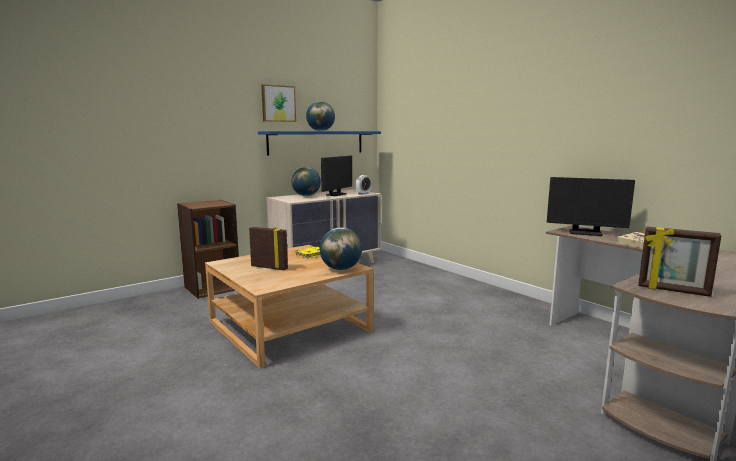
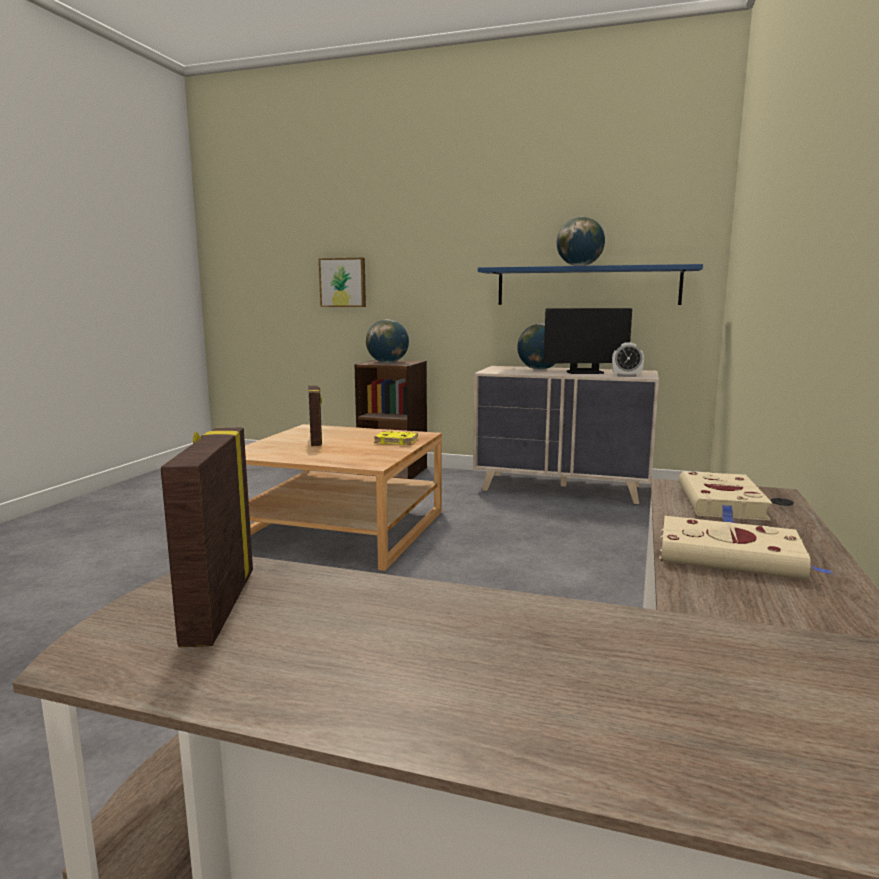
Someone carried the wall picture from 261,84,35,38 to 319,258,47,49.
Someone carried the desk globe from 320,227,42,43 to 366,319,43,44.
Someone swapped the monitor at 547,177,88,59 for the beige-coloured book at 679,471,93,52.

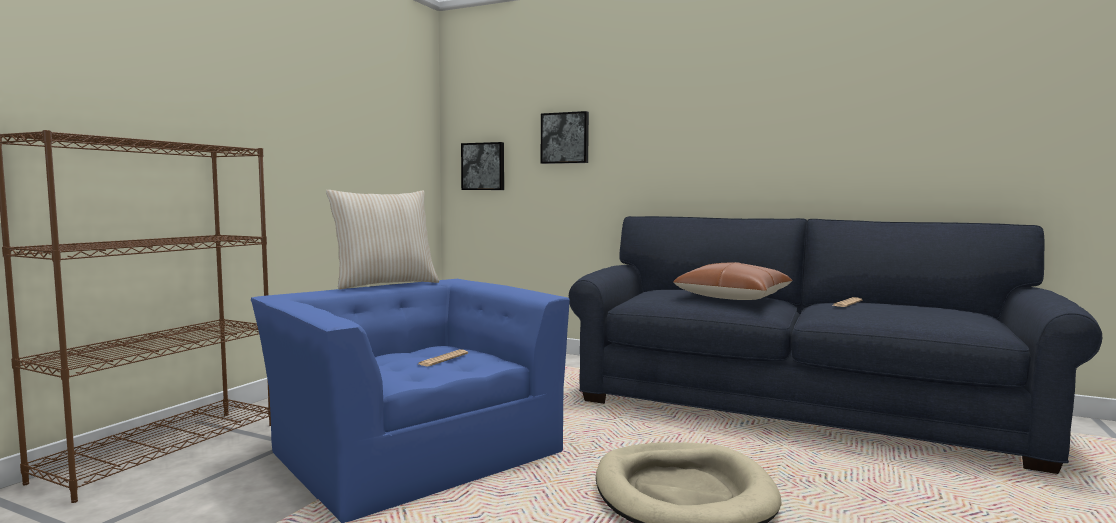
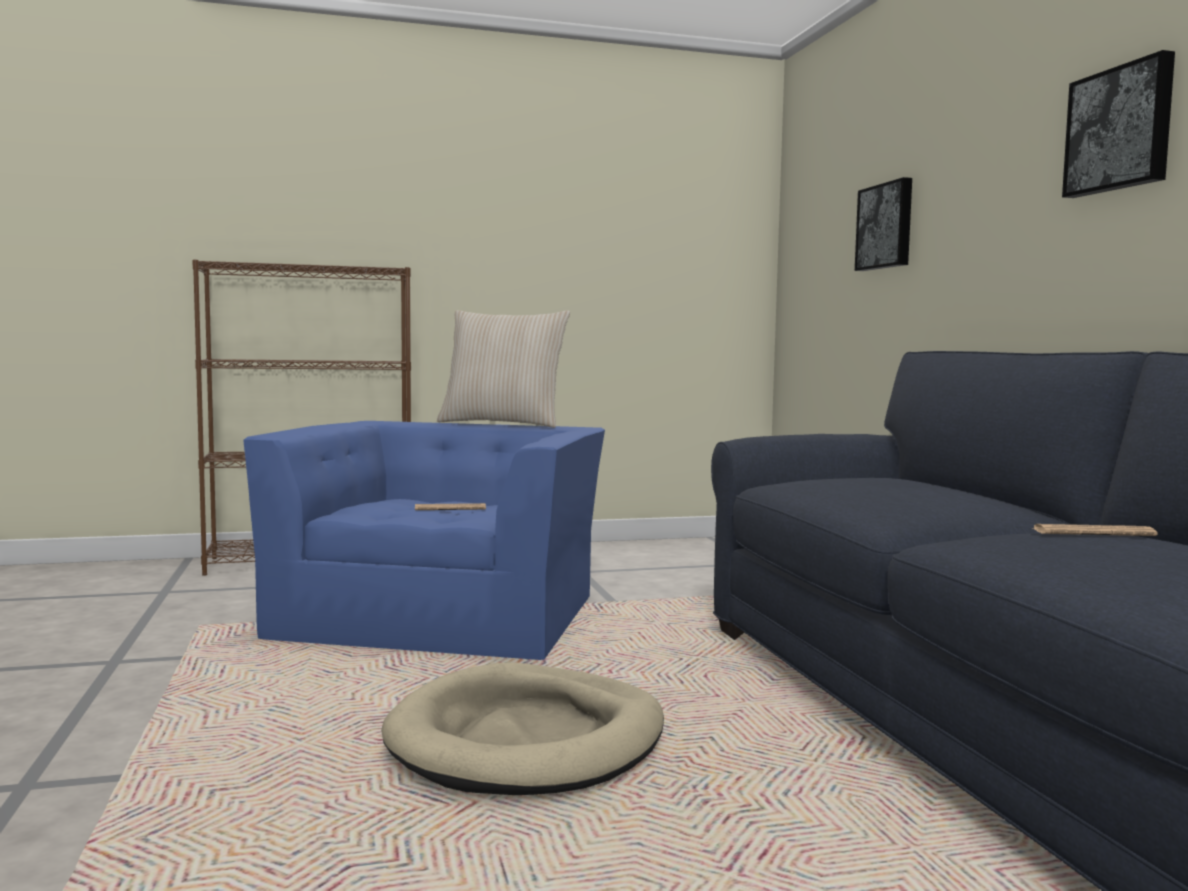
Someone carried the wall picture from 461,142,43,48 to 1062,50,113,148.
Someone took away the brown-coloured throw pillow at 673,262,120,38.

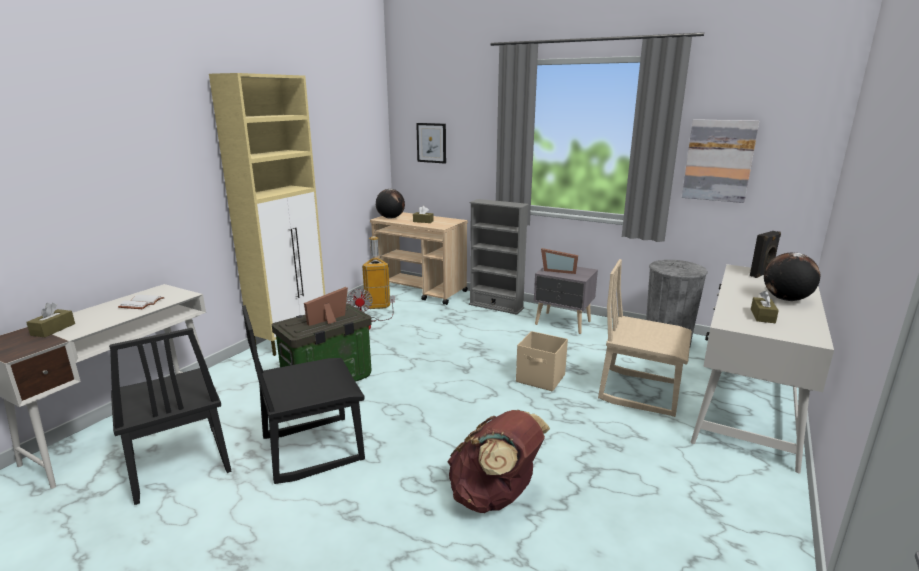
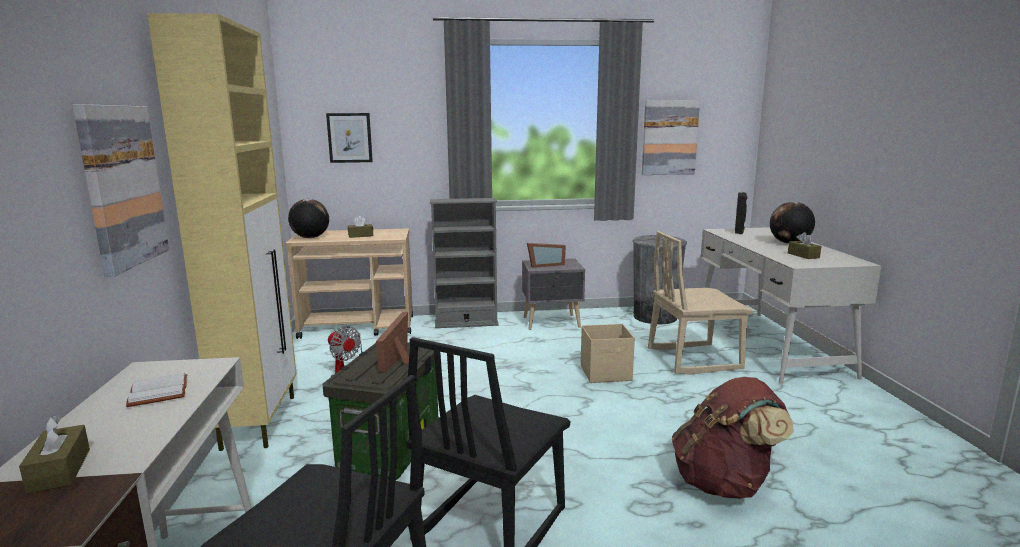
Someone took away the trash can at 362,236,28,73.
Someone put up the wall picture at 72,104,97,173.

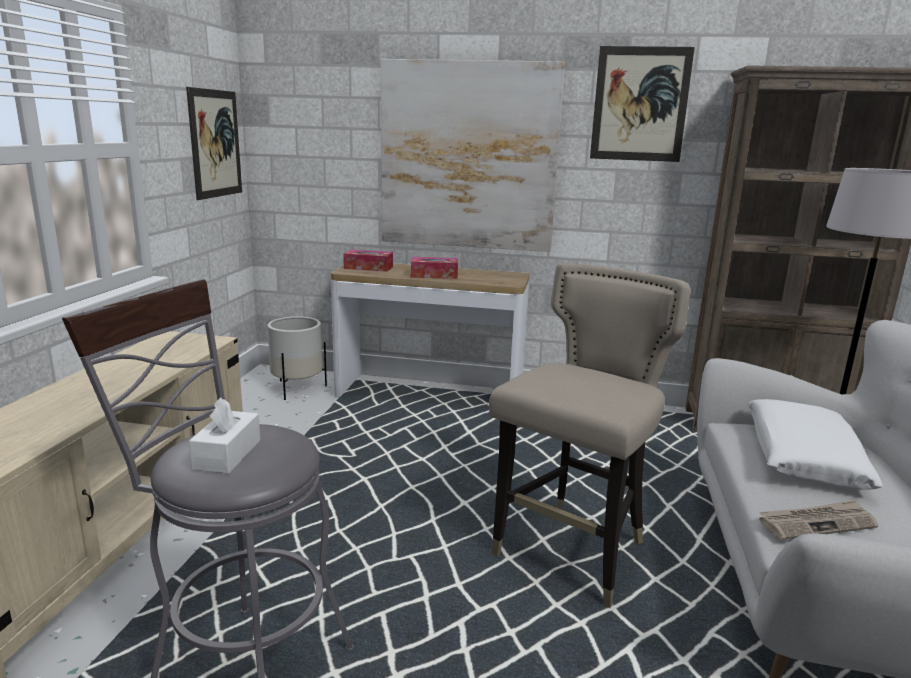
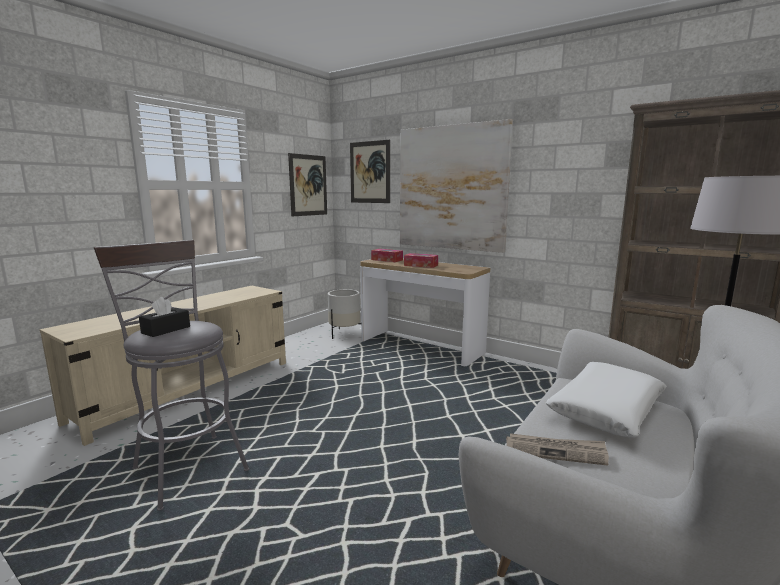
Someone repainted the whitish tissue holder at 189,397,71,77, which became the black-coloured tissue holder at 139,297,51,40.
Someone took away the beige-coloured sitting stool at 489,263,202,345.
Someone carried the wall picture from 590,46,105,116 to 350,140,40,63.

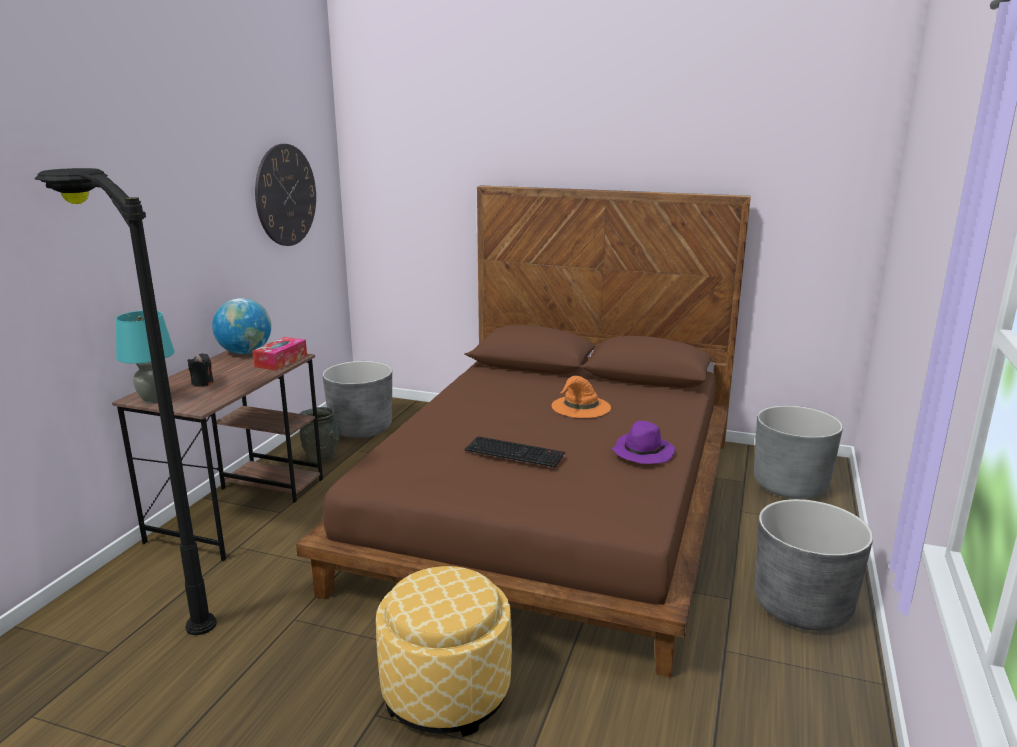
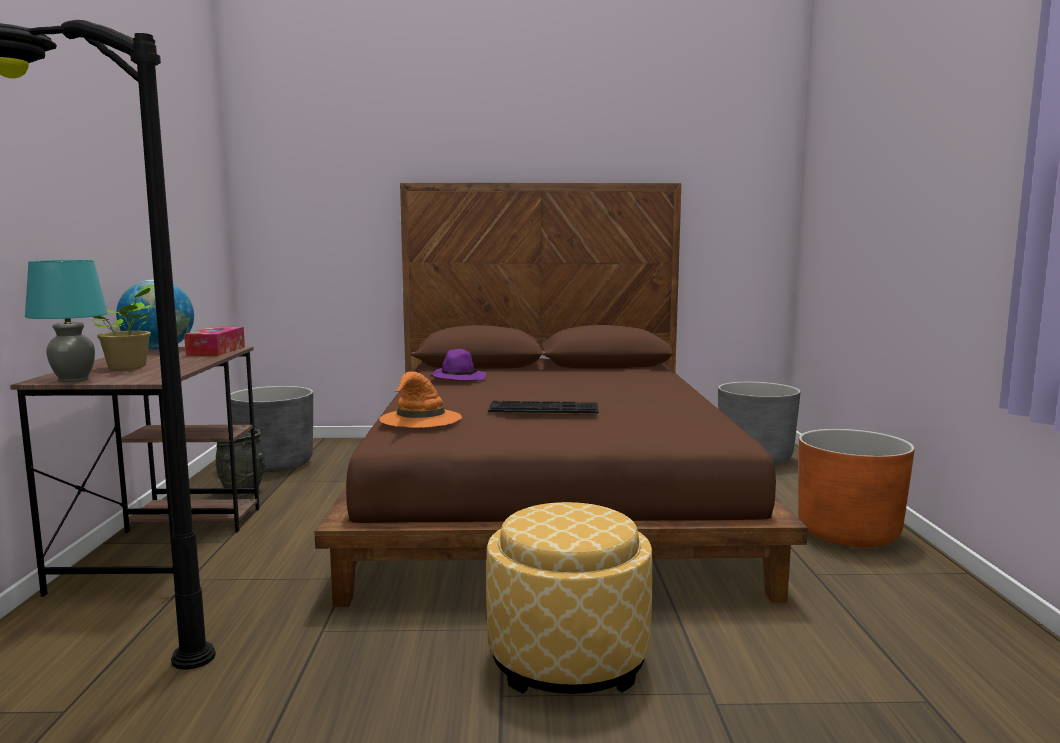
Someone swapped the black-coloured wax candle at 188,353,26,34 for the plant in a pot at 90,285,64,85.
Someone took away the hanging clock at 255,144,61,102.
Someone carried the orange-coloured wearable hat from 552,376,59,42 to 379,371,83,57.
Someone carried the purple-coloured wearable hat from 612,421,63,43 to 430,349,56,32.
Someone repainted the gray flower pot at 754,499,119,132, which became the orange-coloured flower pot at 798,429,117,118.

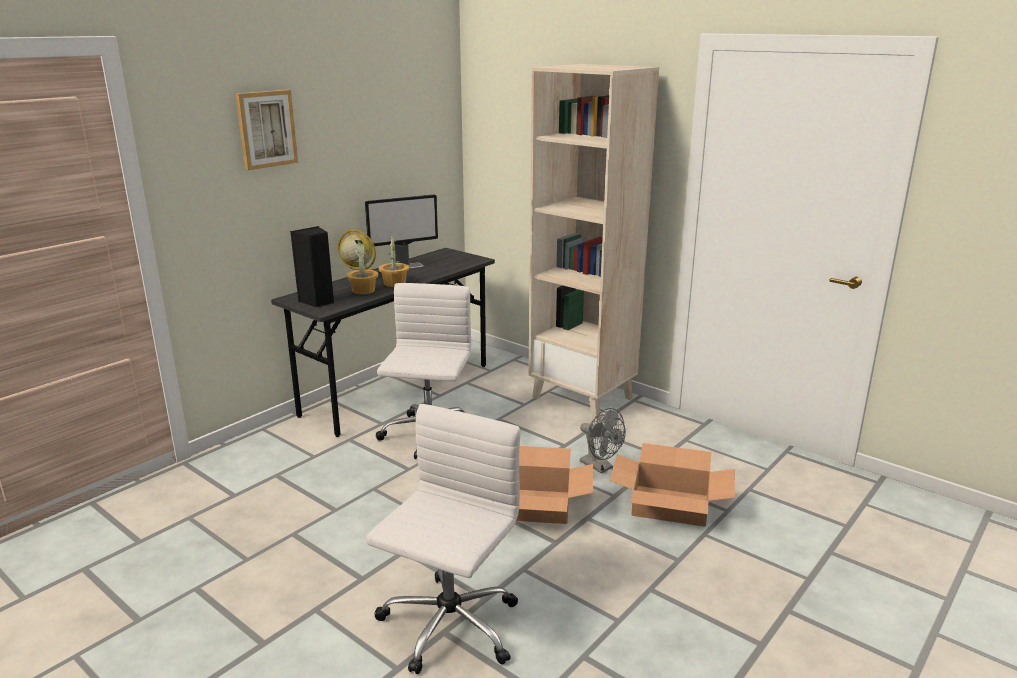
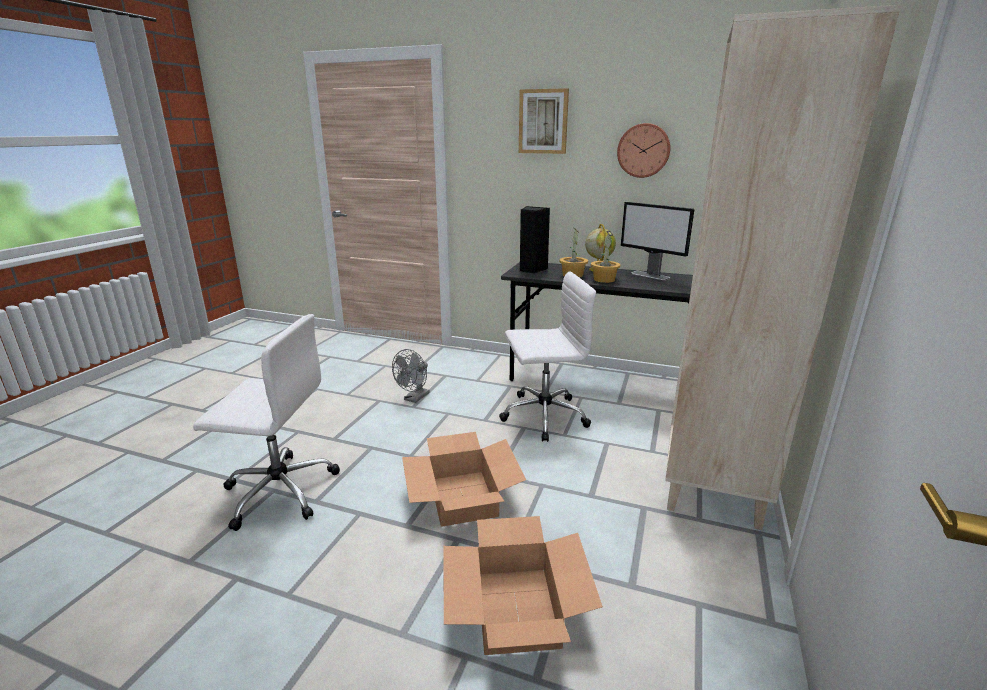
Someone carried the gray fan from 580,408,46,65 to 392,349,38,54.
Someone put up the hanging clock at 617,123,54,55.

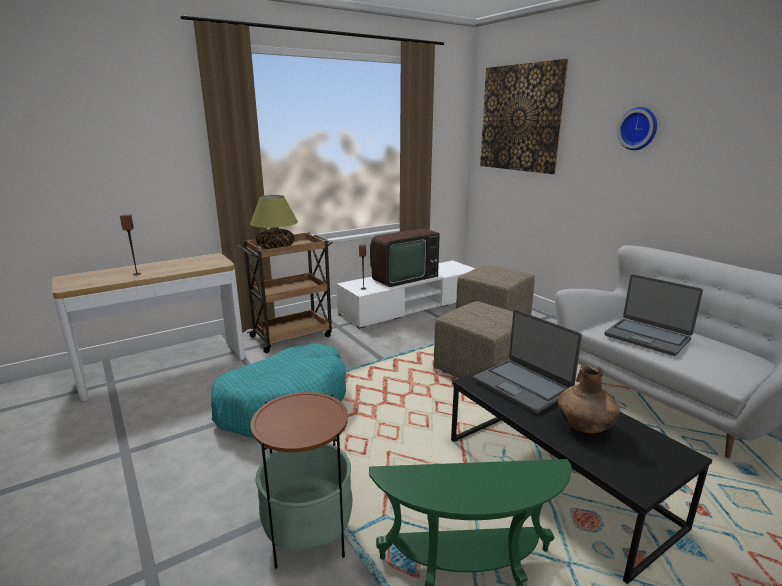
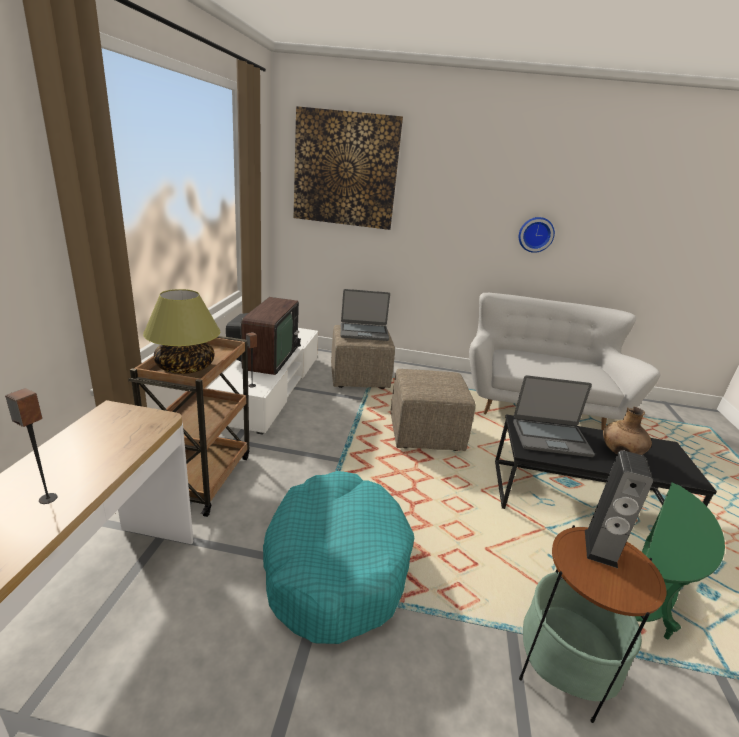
Someone carried the laptop from 604,274,99,82 to 341,289,49,52.
Someone carried the hanging clock from 617,107,40,43 to 519,217,36,36.
Someone put down the audio speaker at 585,450,68,118.

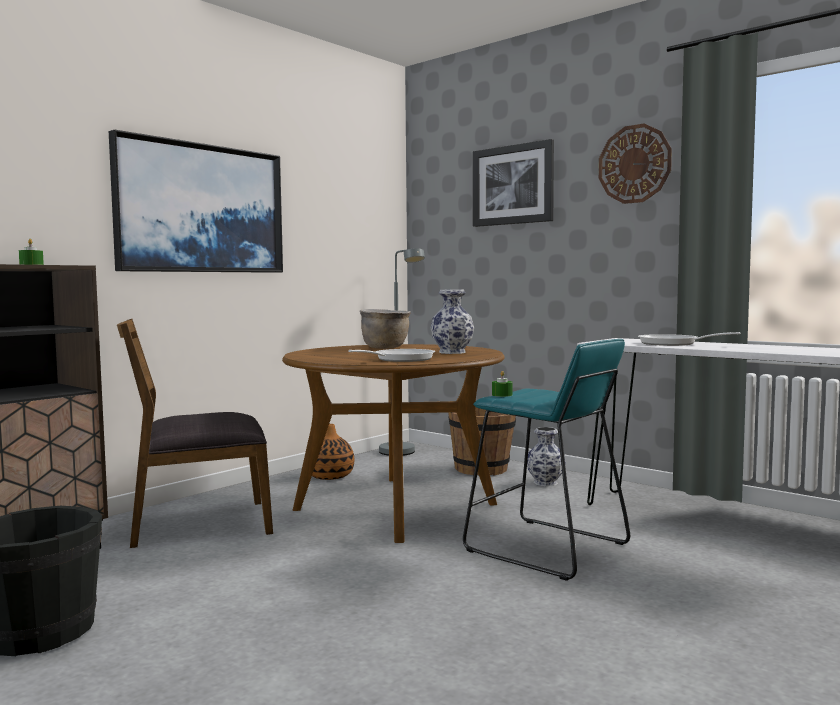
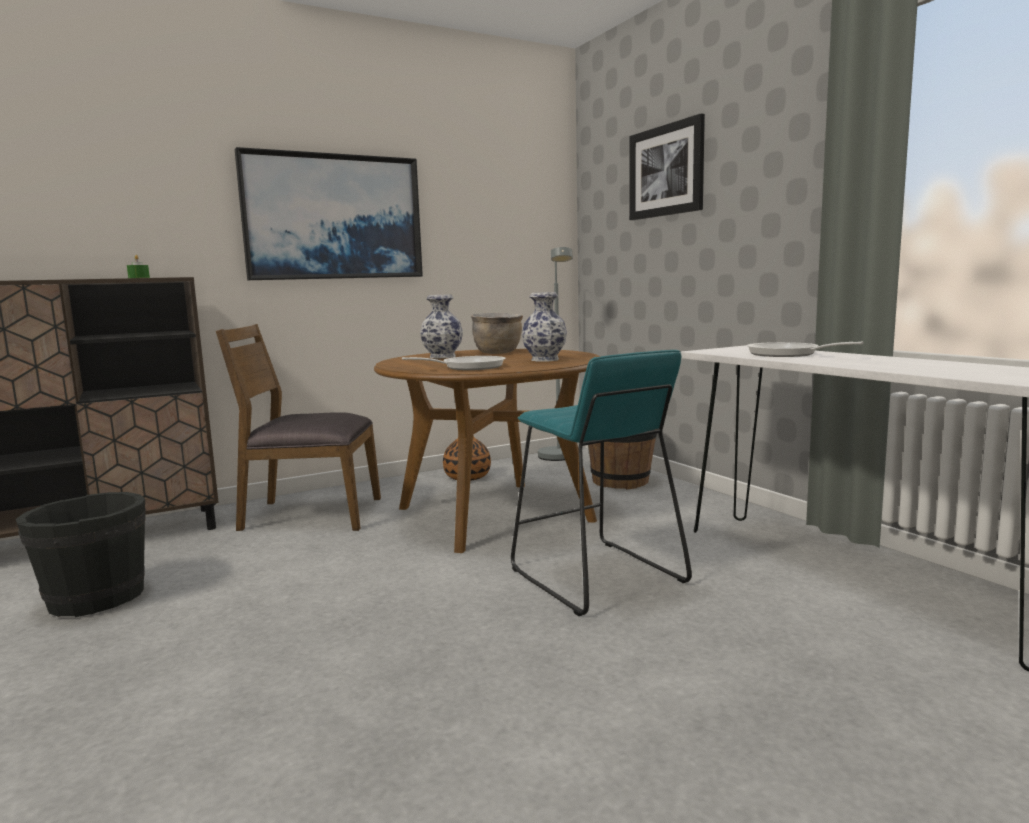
Someone took away the greenish wax candle at 492,371,21,26.
Someone carried the decorative vase from 527,427,39,60 to 420,295,43,63.
Someone took away the hanging clock at 599,124,73,80.

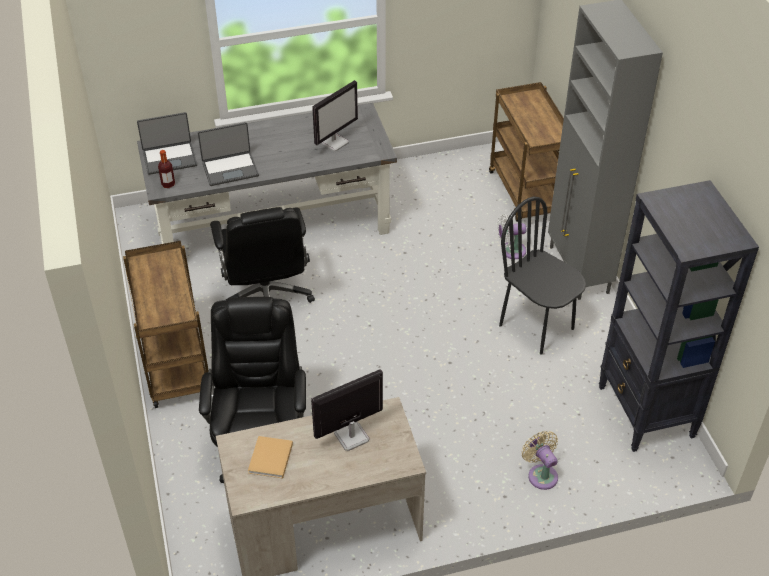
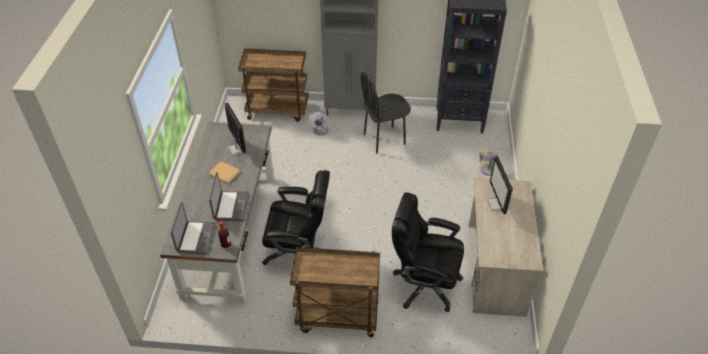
Someone carried the beige-coloured book from 248,436,45,43 to 208,161,32,23.

